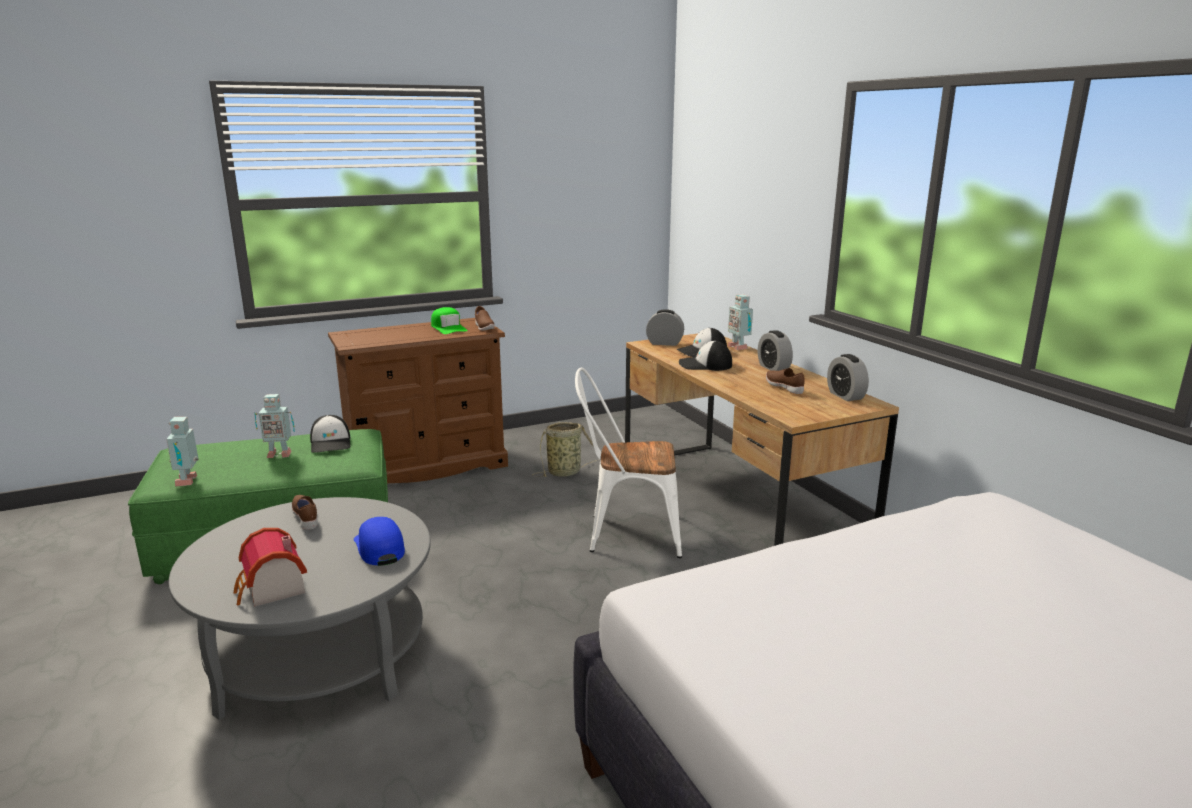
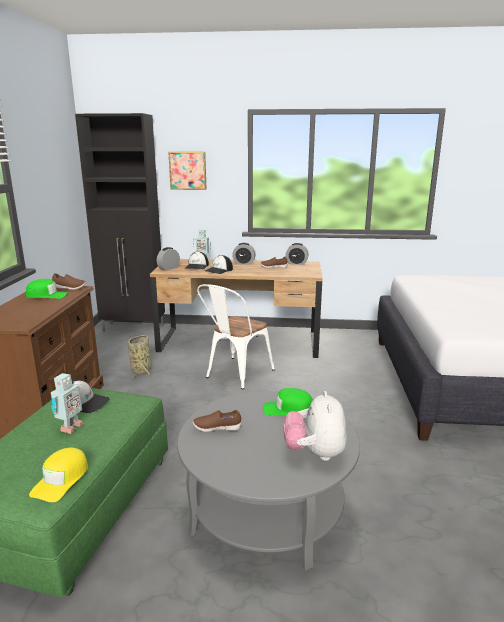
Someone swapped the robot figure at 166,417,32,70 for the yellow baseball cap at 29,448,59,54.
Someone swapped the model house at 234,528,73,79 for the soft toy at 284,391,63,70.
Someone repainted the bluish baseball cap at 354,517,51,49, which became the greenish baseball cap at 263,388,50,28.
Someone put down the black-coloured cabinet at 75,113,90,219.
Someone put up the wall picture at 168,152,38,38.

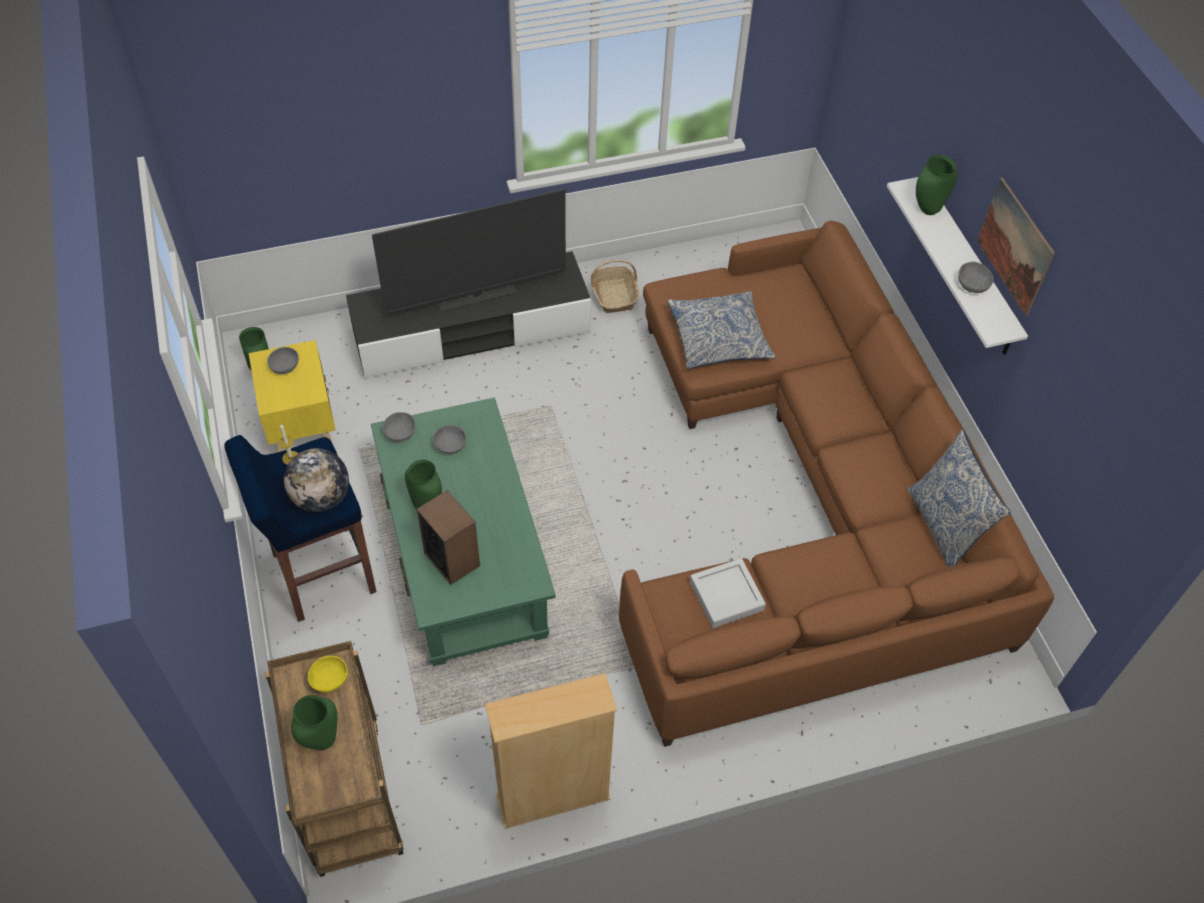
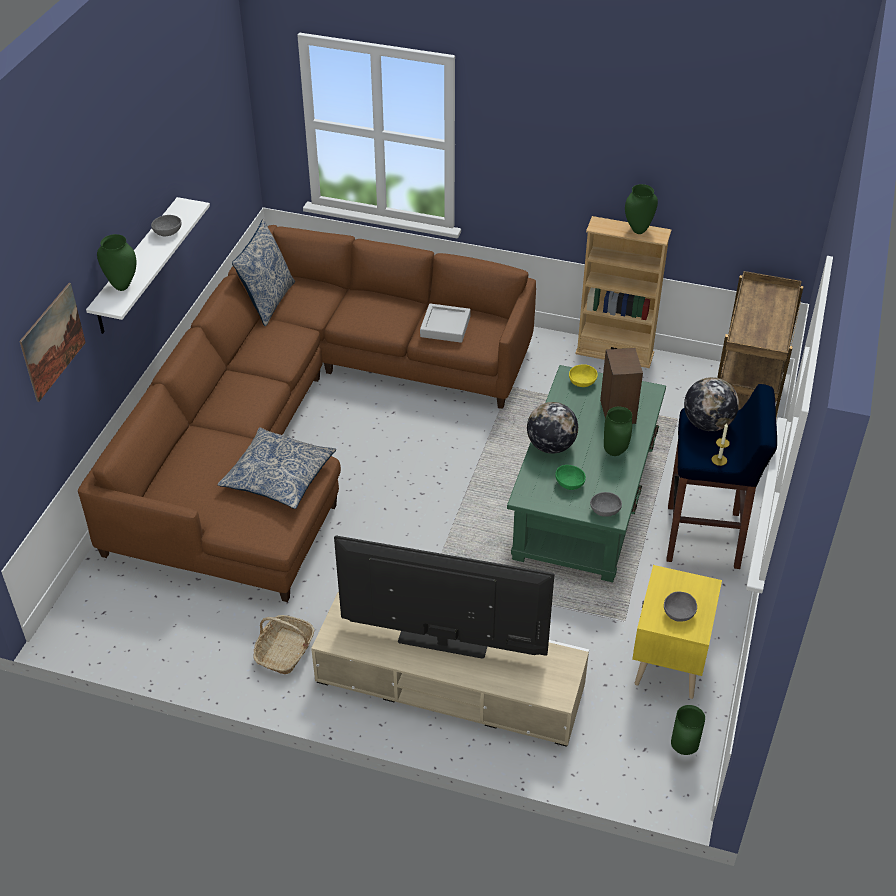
Someone carried the greenish decorative vase from 291,695,46,55 to 625,184,33,50.
Someone carried the yellow serving bowl from 308,656,40,37 to 569,364,29,23.
Someone repainted the black-coloured media console at 346,251,245,127, which became the beige-coloured media console at 311,591,278,156.
Someone repainted the gray serving bowl at 433,425,33,29, which became the greenish serving bowl at 555,465,31,25.
Someone carried the wall picture from 978,177,77,138 to 19,283,67,119.
Someone put down the desk globe at 527,402,51,52.

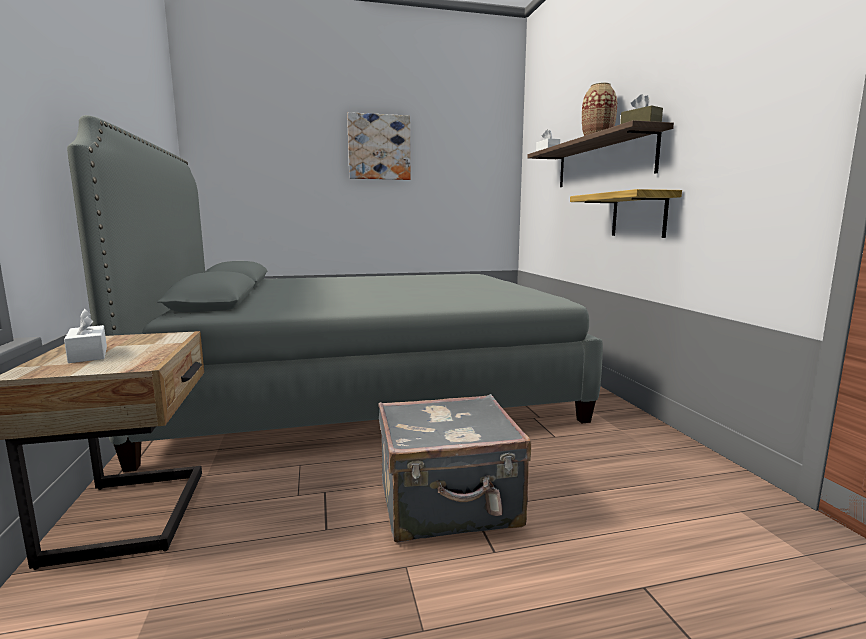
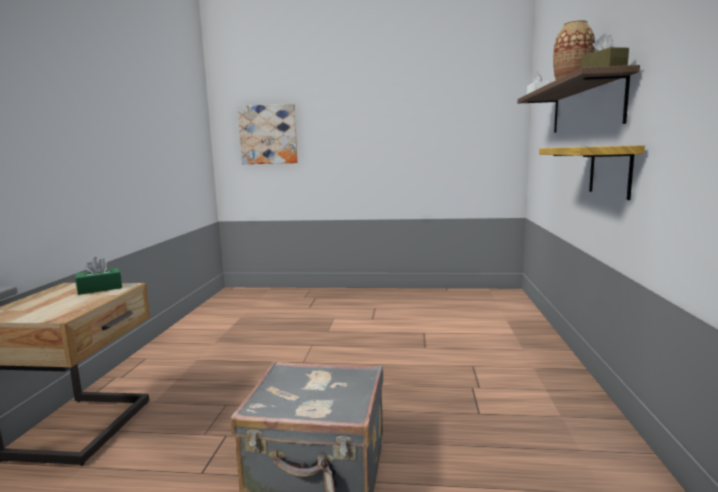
Someone took away the whitish tissue holder at 64,309,43,54.
Someone took away the gray bedroom bed at 67,115,536,357.
Someone carried the wall picture from 347,112,64,68 to 238,104,60,60.
Someone put down the greenish tissue holder at 75,257,47,38.

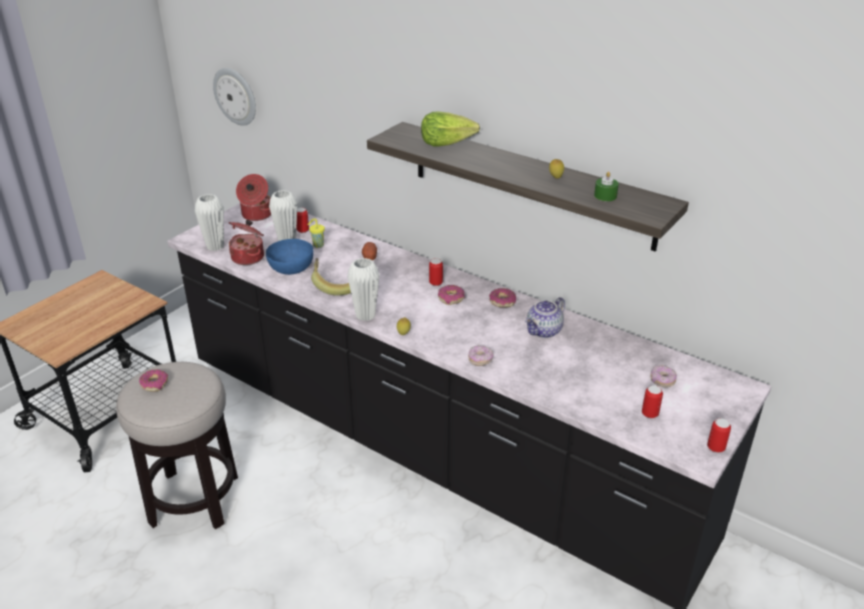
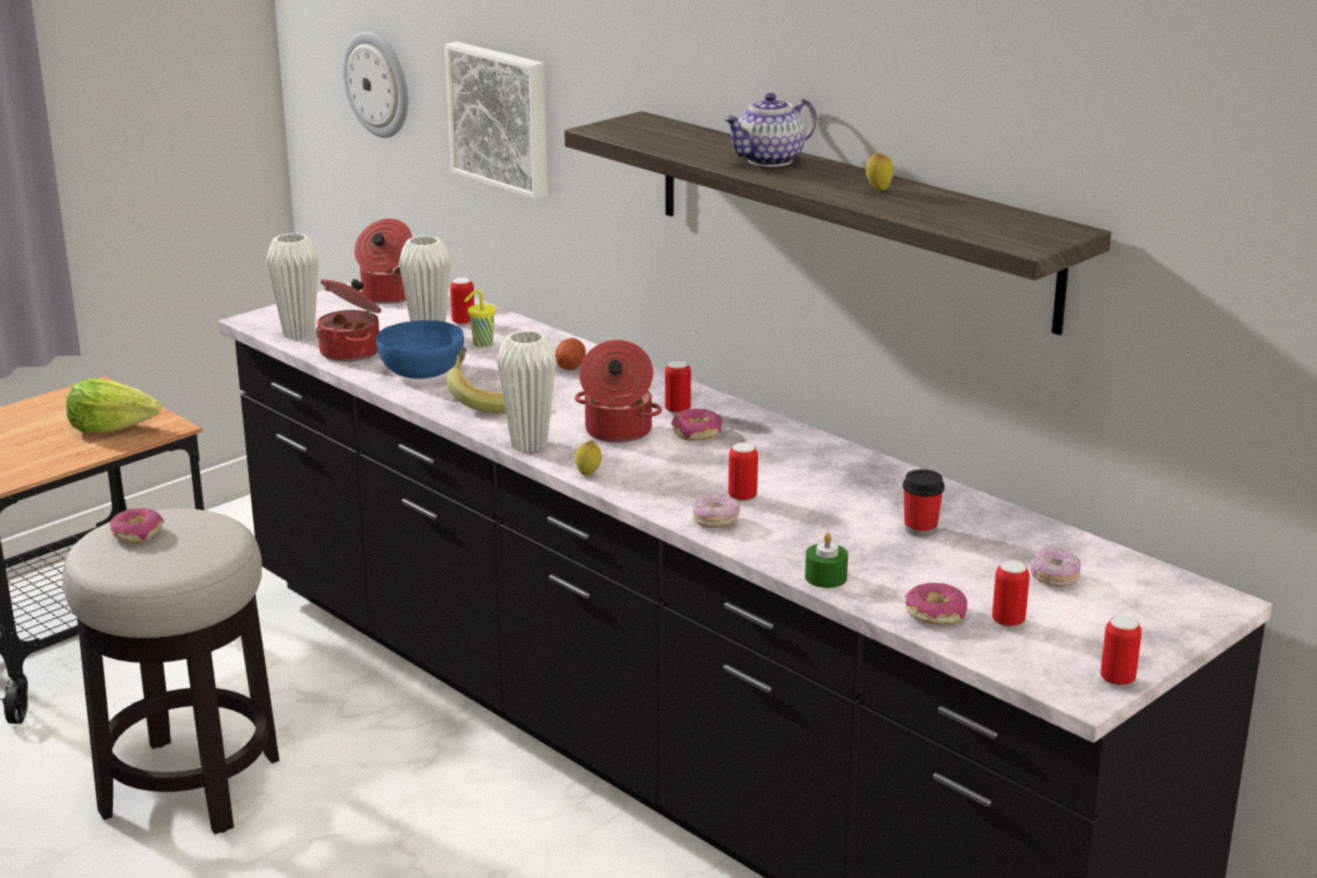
Someone carried the lettuce from 421,112,59,34 to 66,378,95,54.
Someone carried the ring doughnut from 489,288,27,20 to 905,582,63,43.
Someone carried the tea pot from 525,297,40,41 to 723,93,94,74.
Someone carried the greenish wax candle from 594,172,25,29 to 805,532,43,56.
Someone put up the wall picture at 445,42,103,157.
Someone put down the cooking pot at 575,340,87,103.
Someone put down the metal can at 728,443,30,59.
Someone put down the cup at 903,469,42,68.

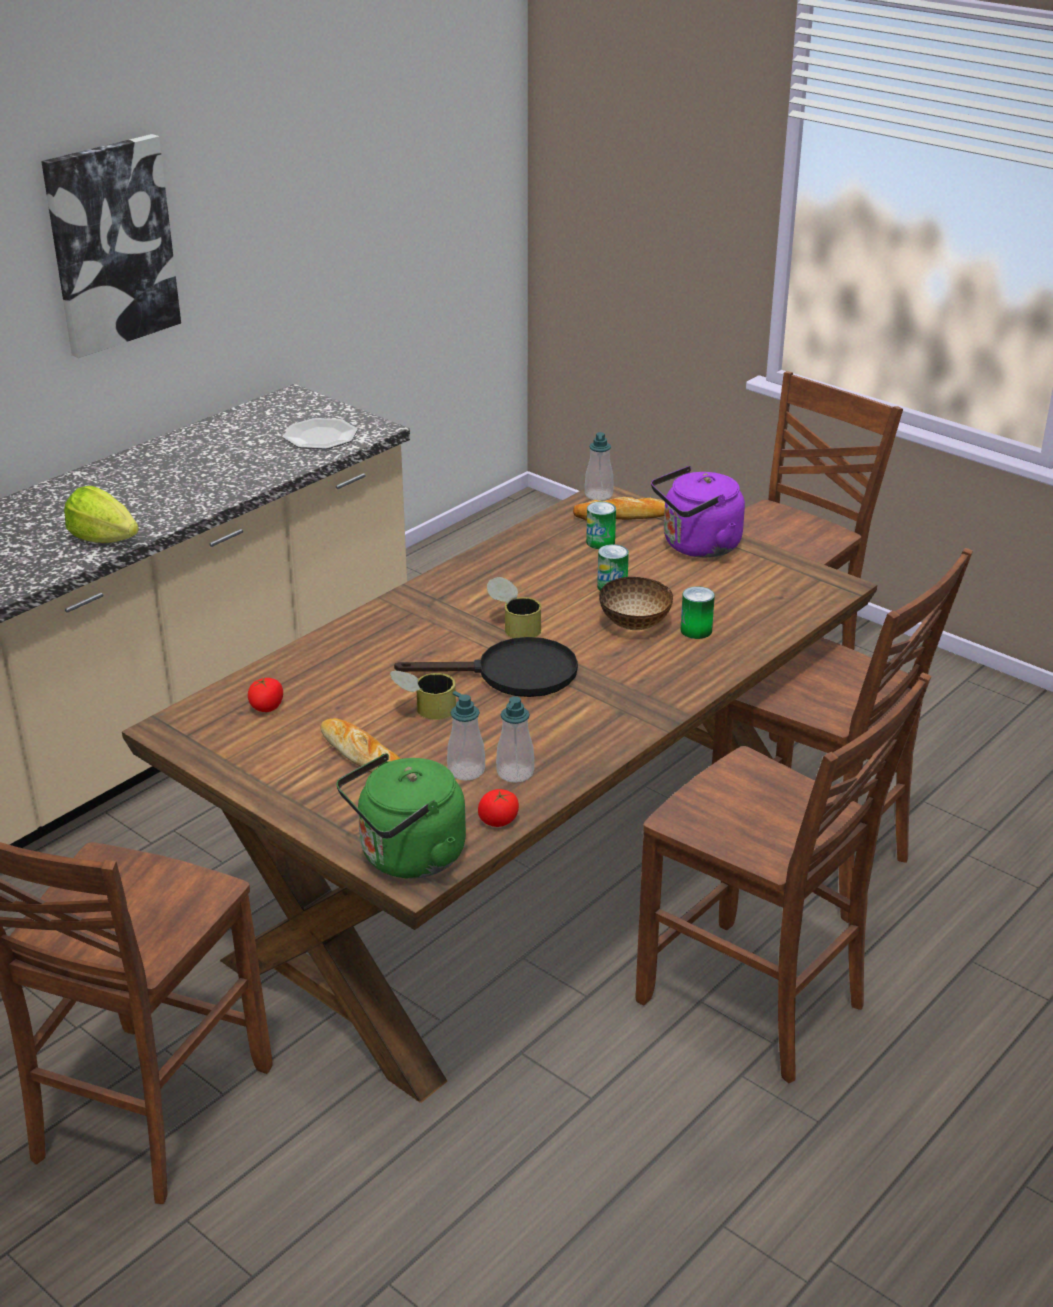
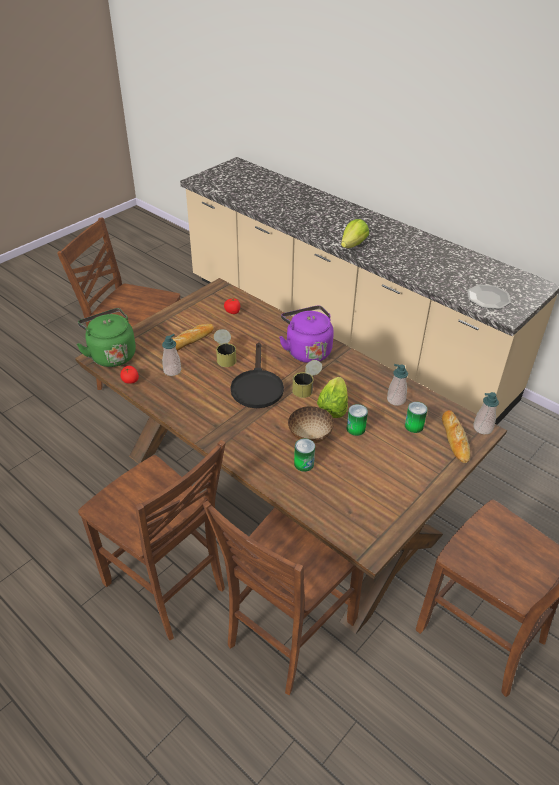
Someone took away the wall picture at 41,134,140,224.
Someone carried the soap bottle from 496,696,38,87 to 387,364,21,42.
Someone rotated the brown-coloured plain chair at 635,672,296,411 by 90 degrees counterclockwise.
Someone carried the purple-coloured tea kettle from 651,466,94,92 to 279,306,55,57.
Someone put down the lettuce at 317,377,31,41.

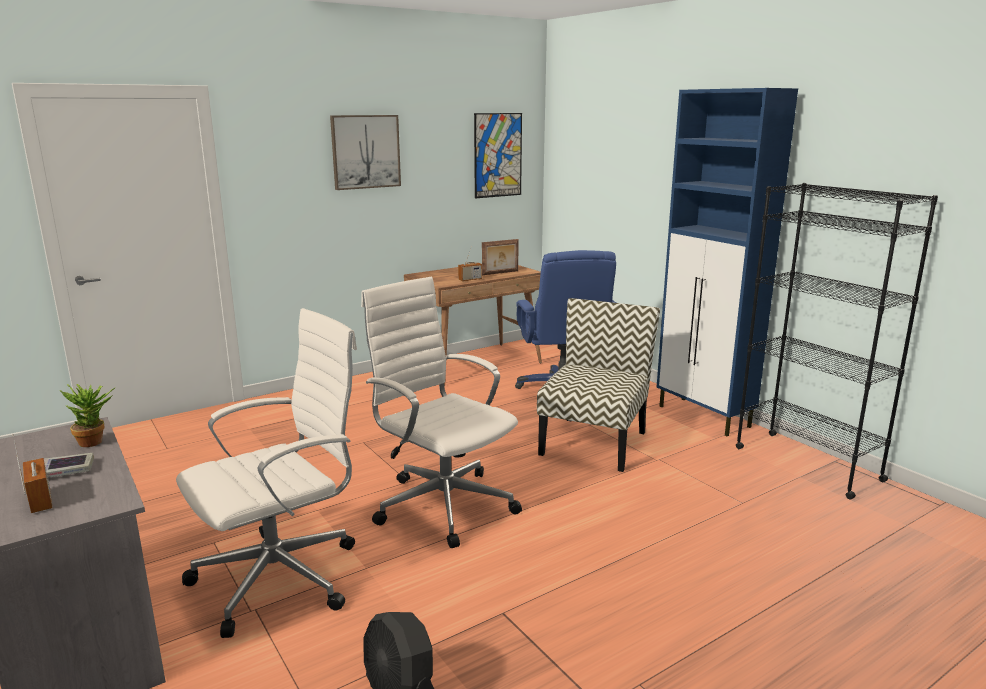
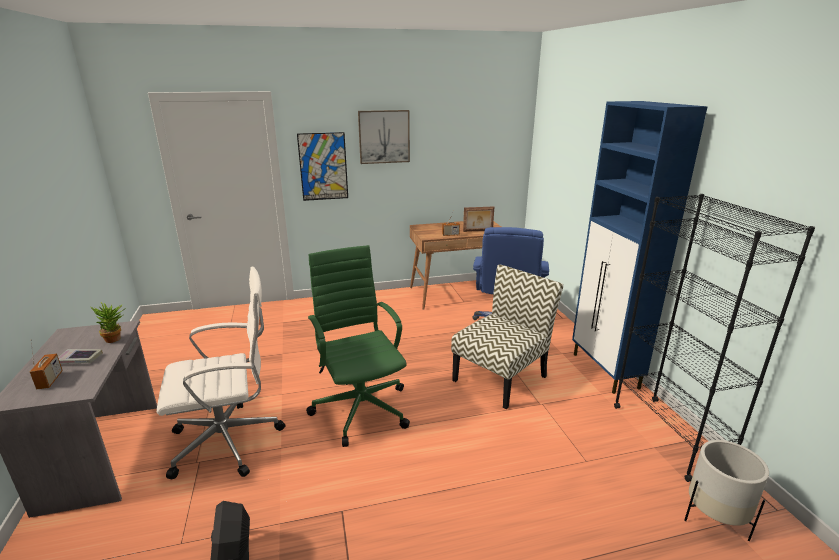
Someone repainted the whitish desk chair at 361,277,161,271, which became the greenish desk chair at 306,245,104,202.
Someone carried the wall picture from 474,113,48,85 to 297,132,51,69.
Someone put down the whitish flower pot at 685,440,84,101.

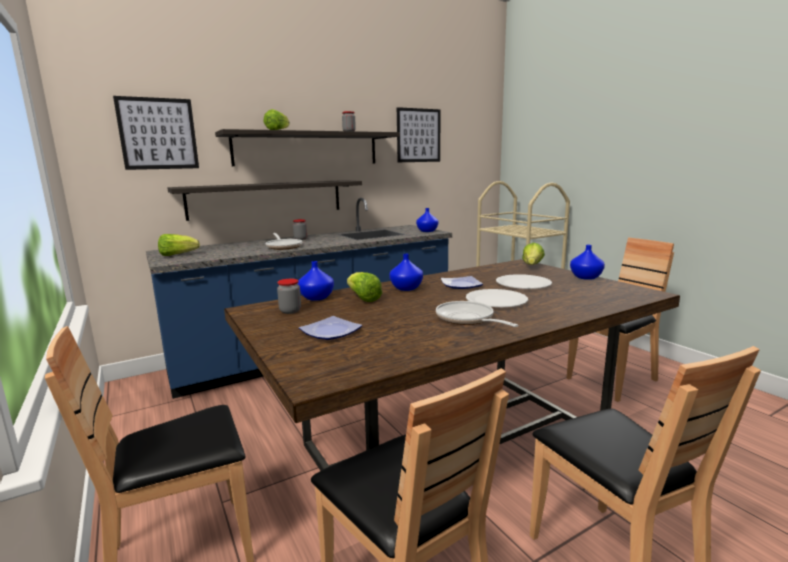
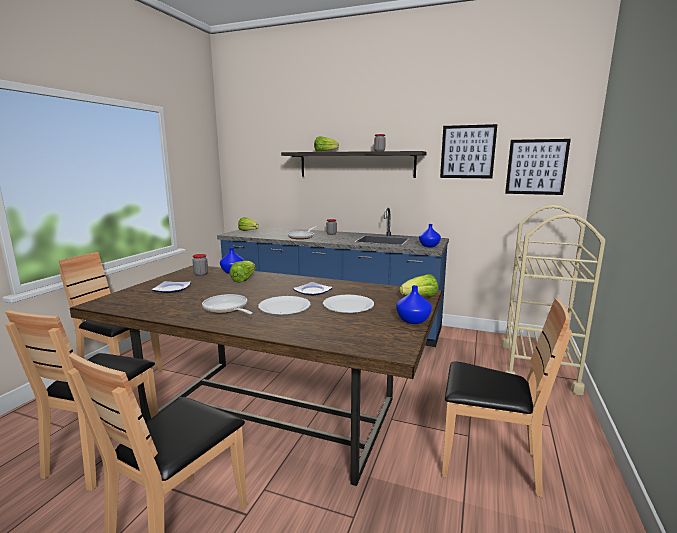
Someone carried the wall picture from 113,96,86,74 to 505,139,66,56.
Someone took away the wall shelf at 167,180,195,41.
Someone took away the bluish decorative vase at 389,254,34,37.
Someone rotated the skillet at 436,301,83,26 by 60 degrees counterclockwise.

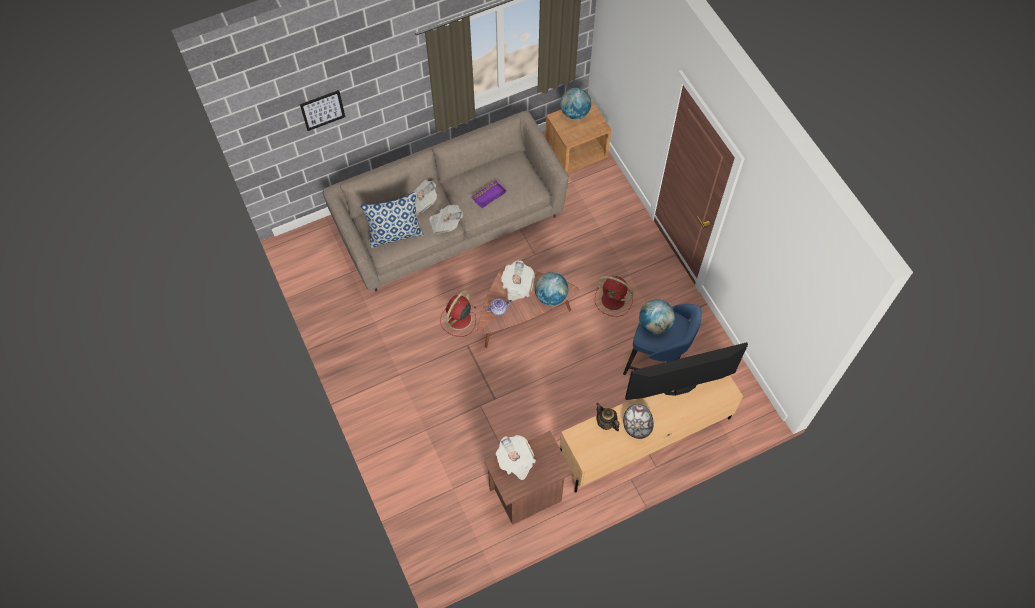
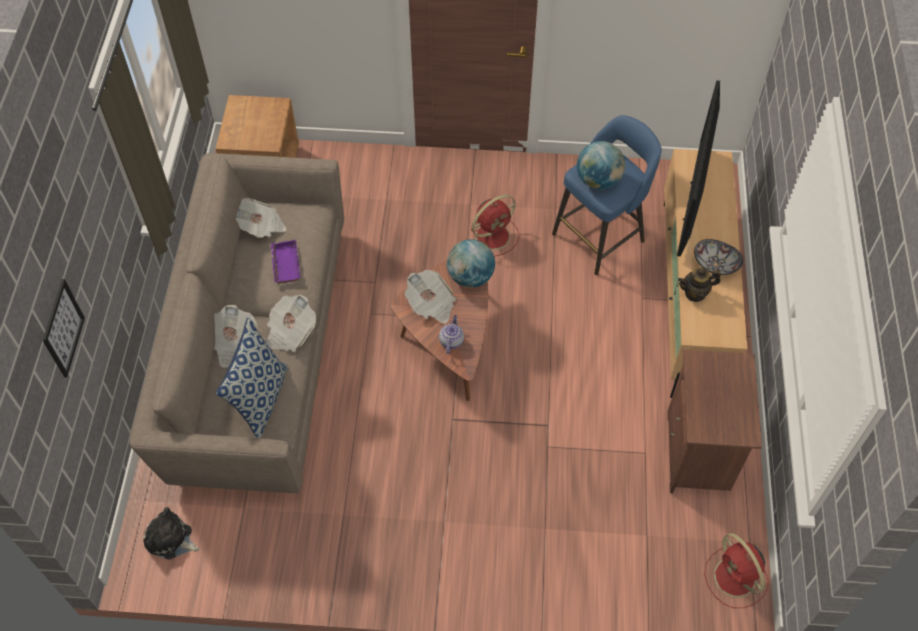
Someone carried the red fan from 440,290,37,47 to 704,533,64,75.
Someone carried the printed paper from 496,435,40,45 to 236,198,51,40.
Someone took away the desk globe at 560,88,31,31.
Someone put down the soft toy at 143,507,57,53.

